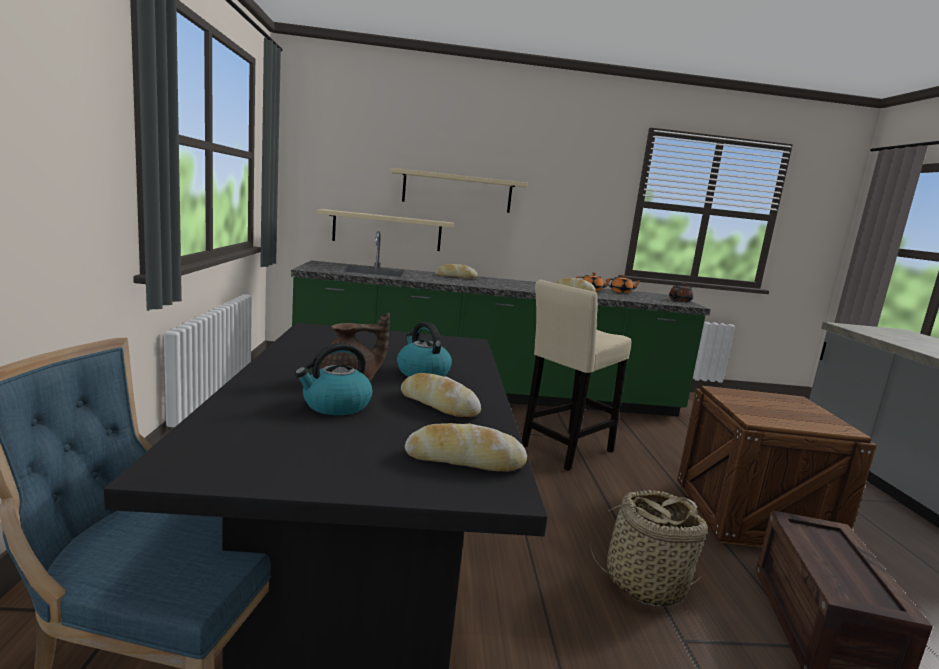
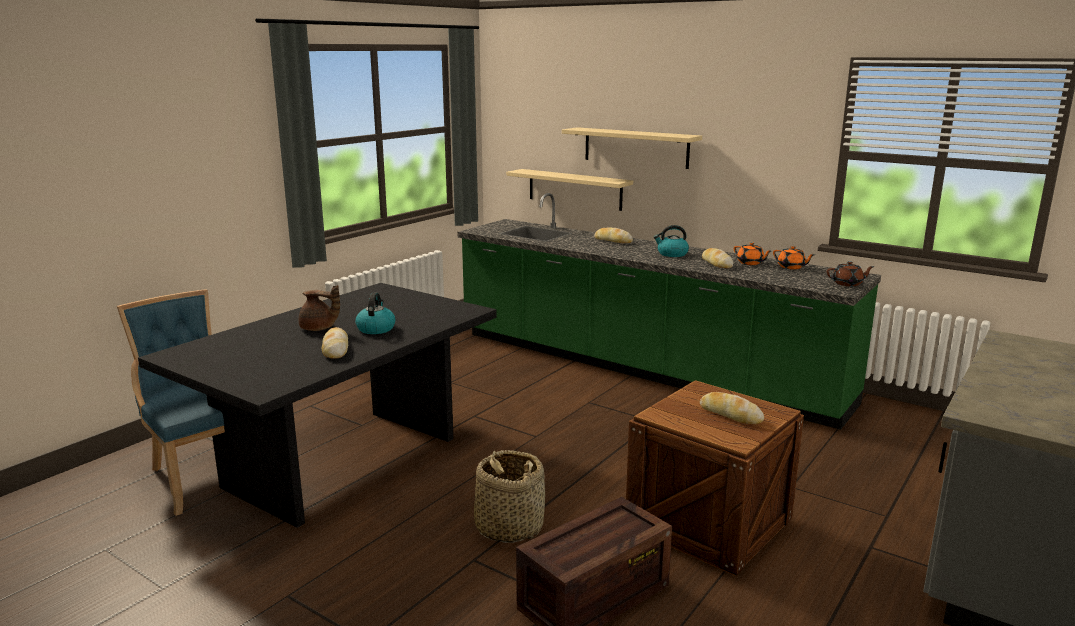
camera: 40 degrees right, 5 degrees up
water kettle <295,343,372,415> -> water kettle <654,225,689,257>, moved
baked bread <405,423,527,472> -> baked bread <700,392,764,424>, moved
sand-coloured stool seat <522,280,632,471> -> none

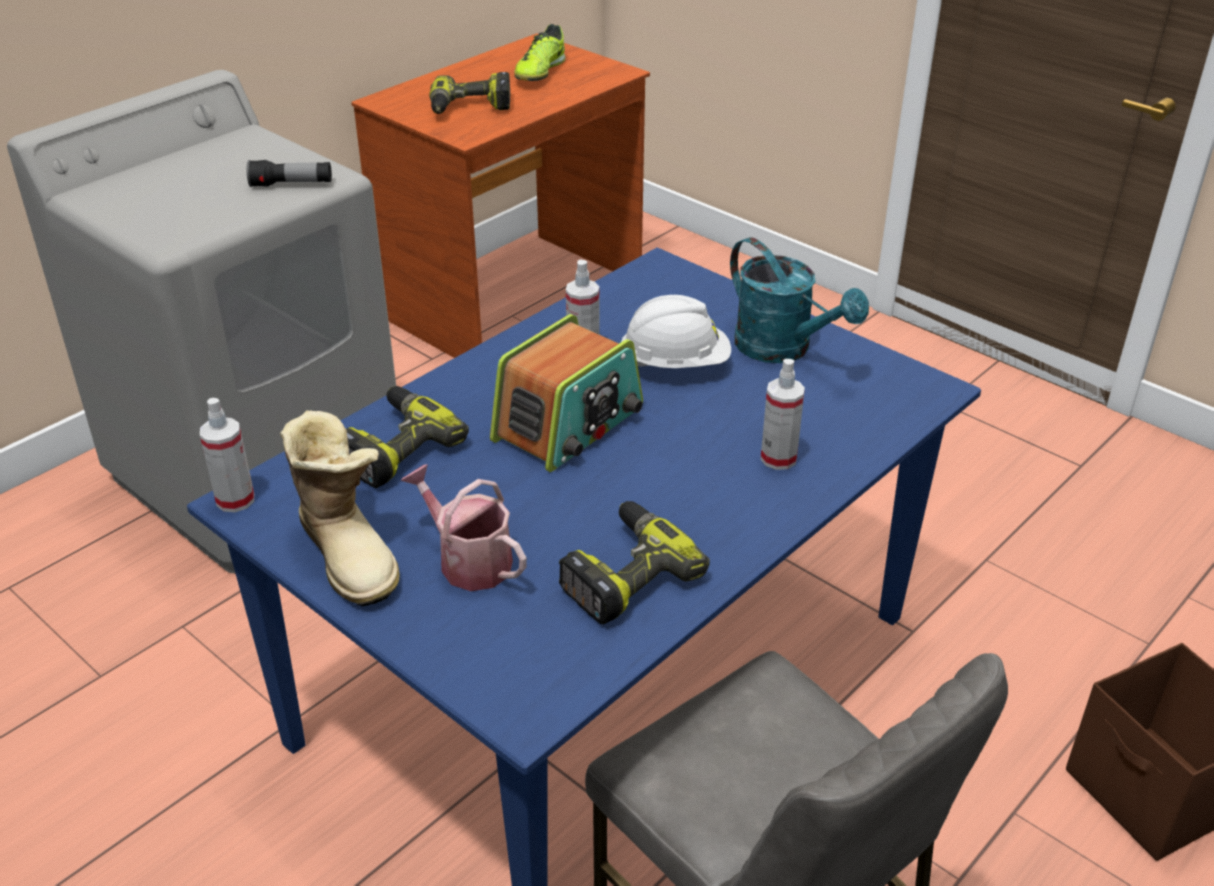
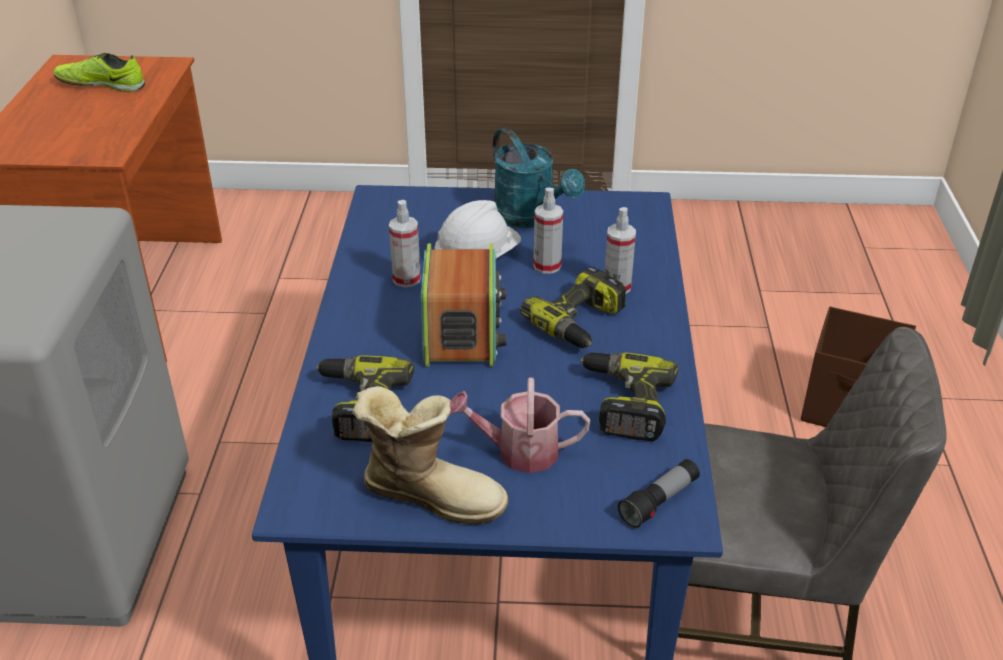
camera: 40 degrees left, 0 degrees up
spray bottle <200,398,254,512> -> spray bottle <533,188,563,274>, moved
hand torch <246,160,332,187> -> hand torch <618,459,700,528>, moved
drill <429,72,510,114> -> drill <520,267,626,348>, moved
item of footwear <514,24,566,81> -> item of footwear <53,53,145,92>, 120 degrees clockwise
turquoise-coloured watering can <730,237,869,363> -> turquoise-coloured watering can <493,128,585,228>, 45 degrees clockwise

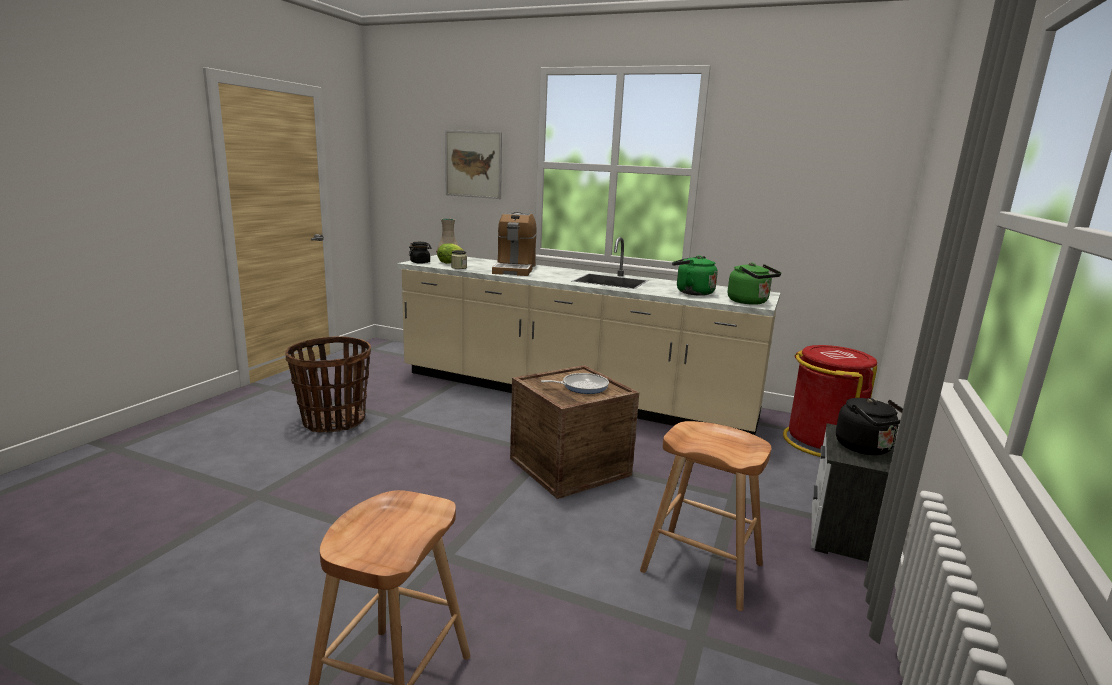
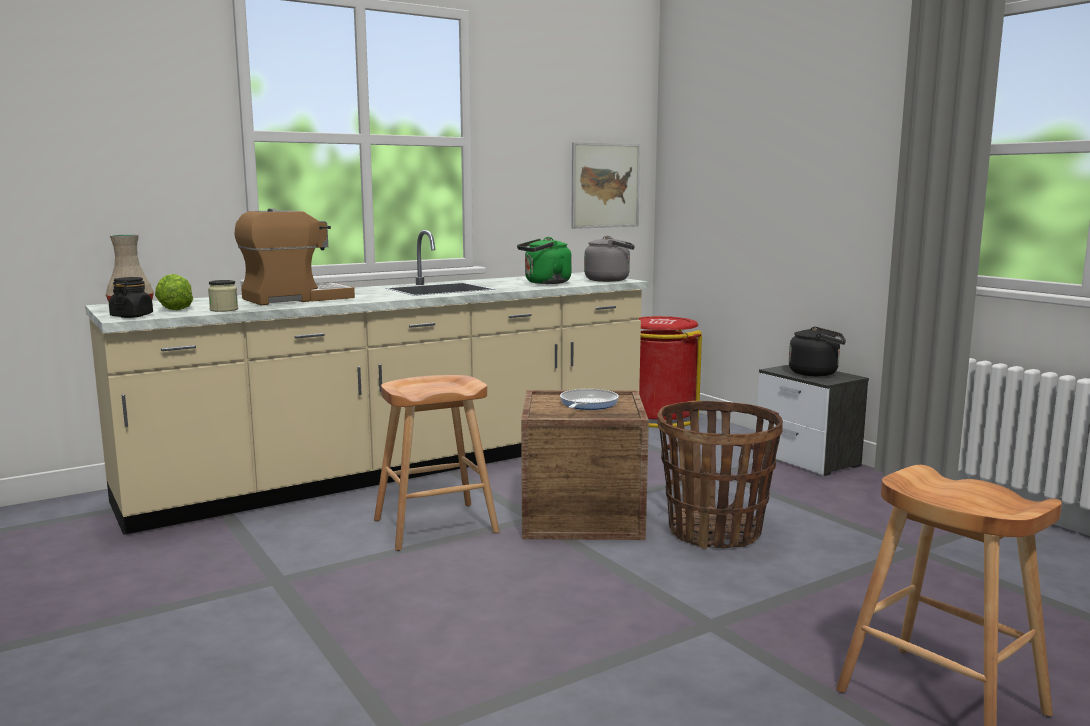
camera: 55 degrees left, 5 degrees down
household basket <285,336,371,433> -> household basket <658,401,783,549>, moved
picture <445,130,502,199> -> picture <572,142,640,229>, moved
coffee brewer <492,212,537,276> -> coffee brewer <234,209,355,305>, 75 degrees counterclockwise
brown-coloured stool seat <640,421,771,611> -> brown-coloured stool seat <374,375,499,551>, moved
greenish water kettle <728,262,781,305> -> gray water kettle <584,236,635,282>

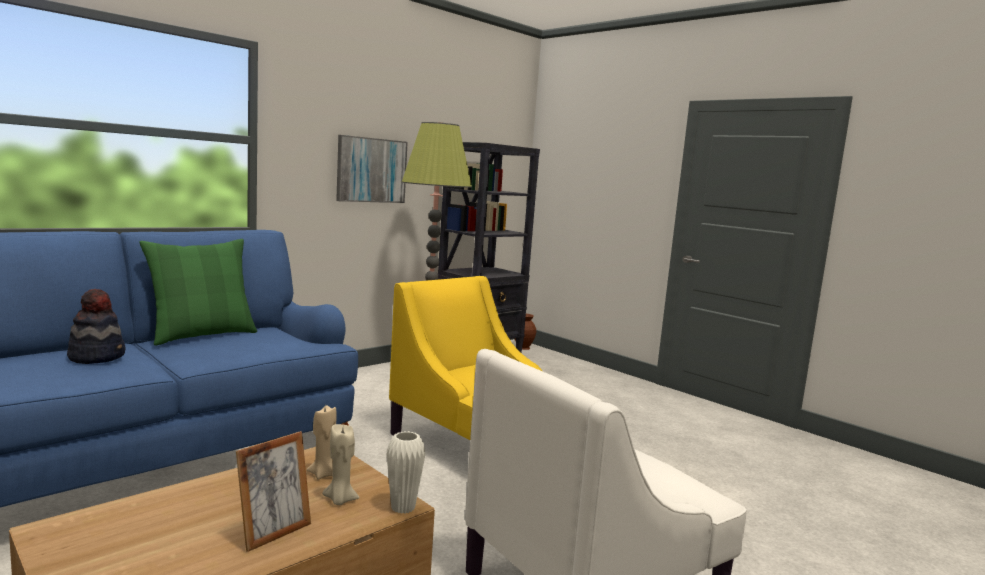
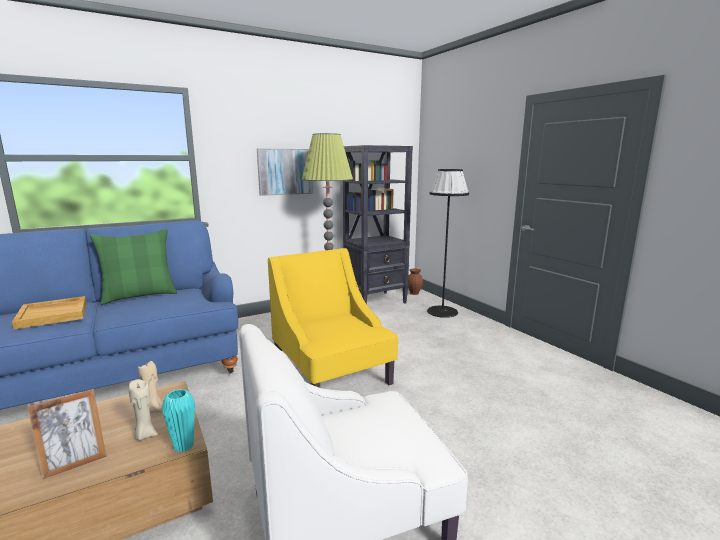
camera: 15 degrees right, 5 degrees up
wearable hat <67,289,125,364> -> sand-coloured tray <12,296,87,329>
white-coloured flower vase <387,431,425,514> -> turquoise-coloured flower vase <162,389,195,452>
none -> blackish standard lamp <427,169,469,318>

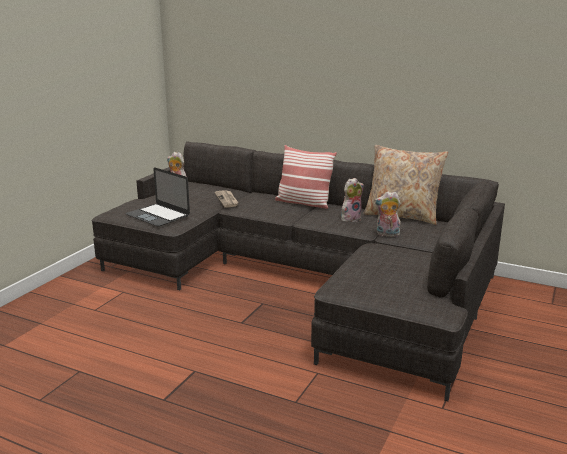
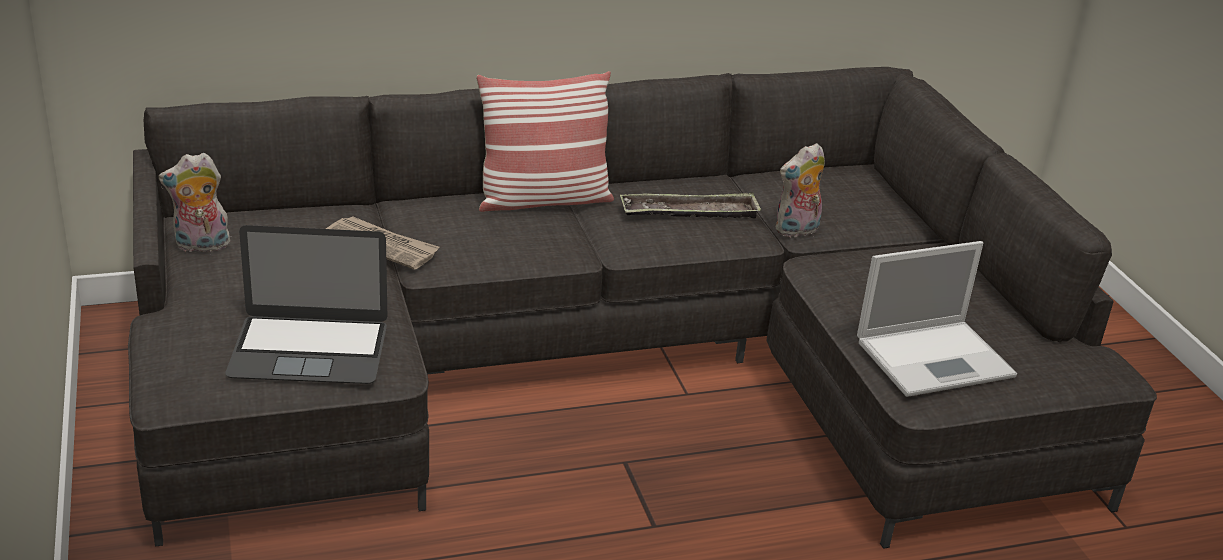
camera: 45 degrees left, 10 degrees up
soft toy <341,178,364,222> -> tray <620,193,761,219>
sand-coloured pillow <363,145,448,225> -> none
none -> portable computer <857,241,1017,397>

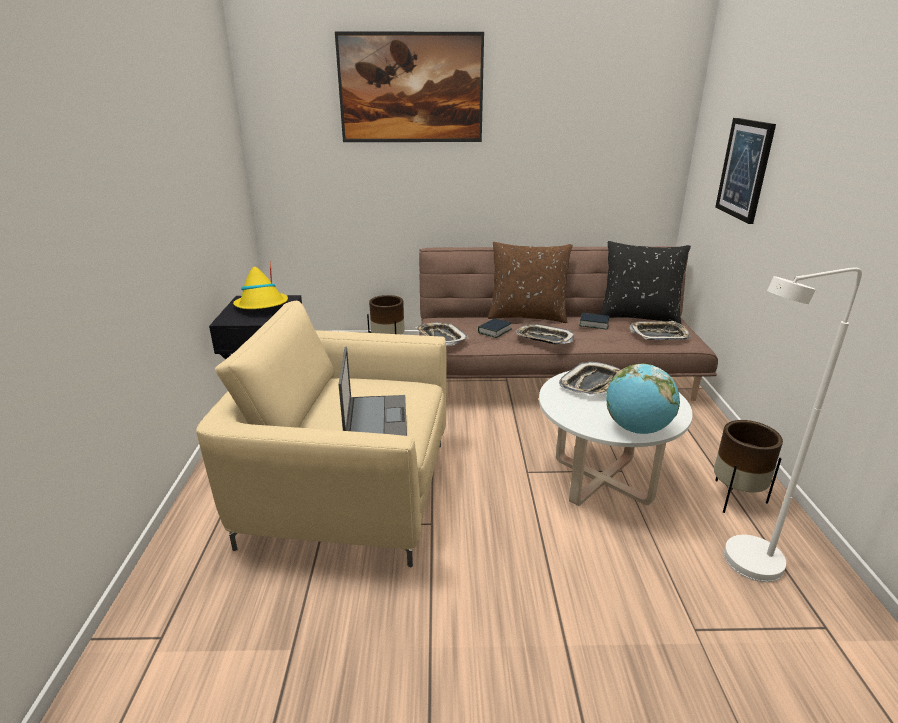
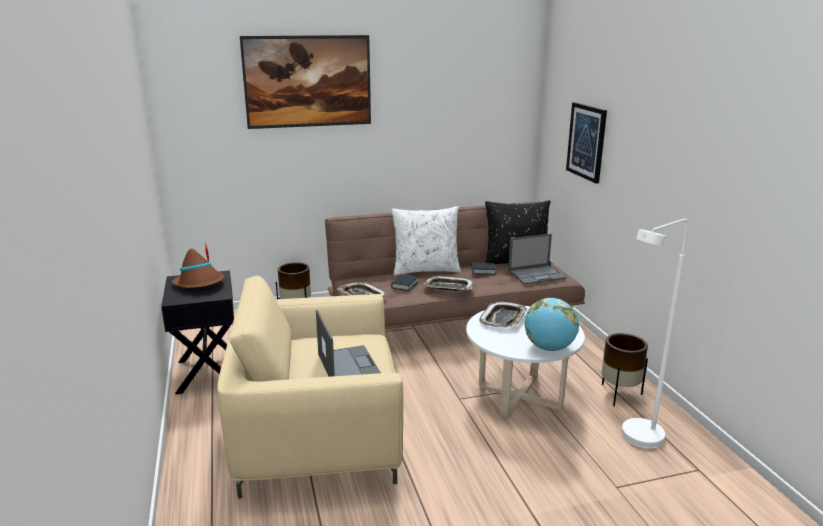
camera: 15 degrees left, 5 degrees down
yellow-coloured wearable hat <233,261,288,309> -> brown-coloured wearable hat <172,242,224,288>
brown-coloured pillow <488,242,573,323> -> white-coloured pillow <391,206,461,275>
tray <629,321,691,340> -> portable computer <508,234,566,285>

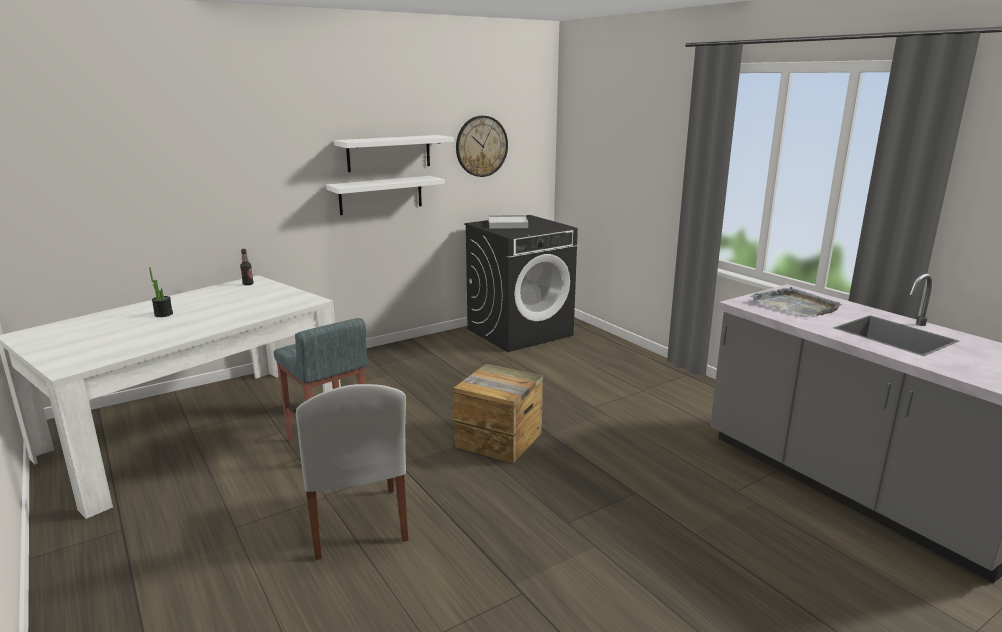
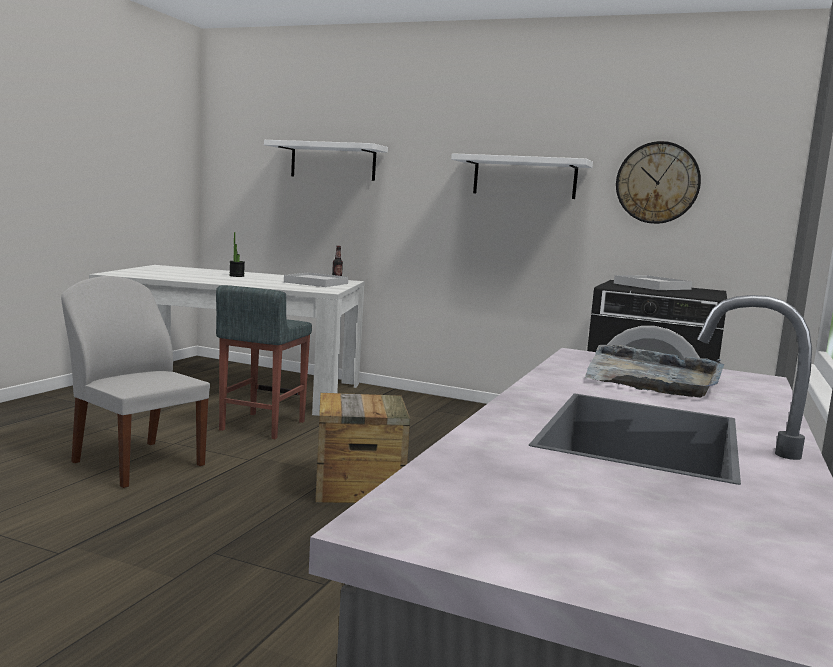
camera: 55 degrees right, 10 degrees down
white-coloured chair <296,384,408,560> -> white-coloured chair <61,276,210,488>, 90 degrees clockwise
white-coloured shelf <326,176,445,215> -> white-coloured shelf <264,140,388,181>, moved
none -> white-coloured tray <284,272,348,287>

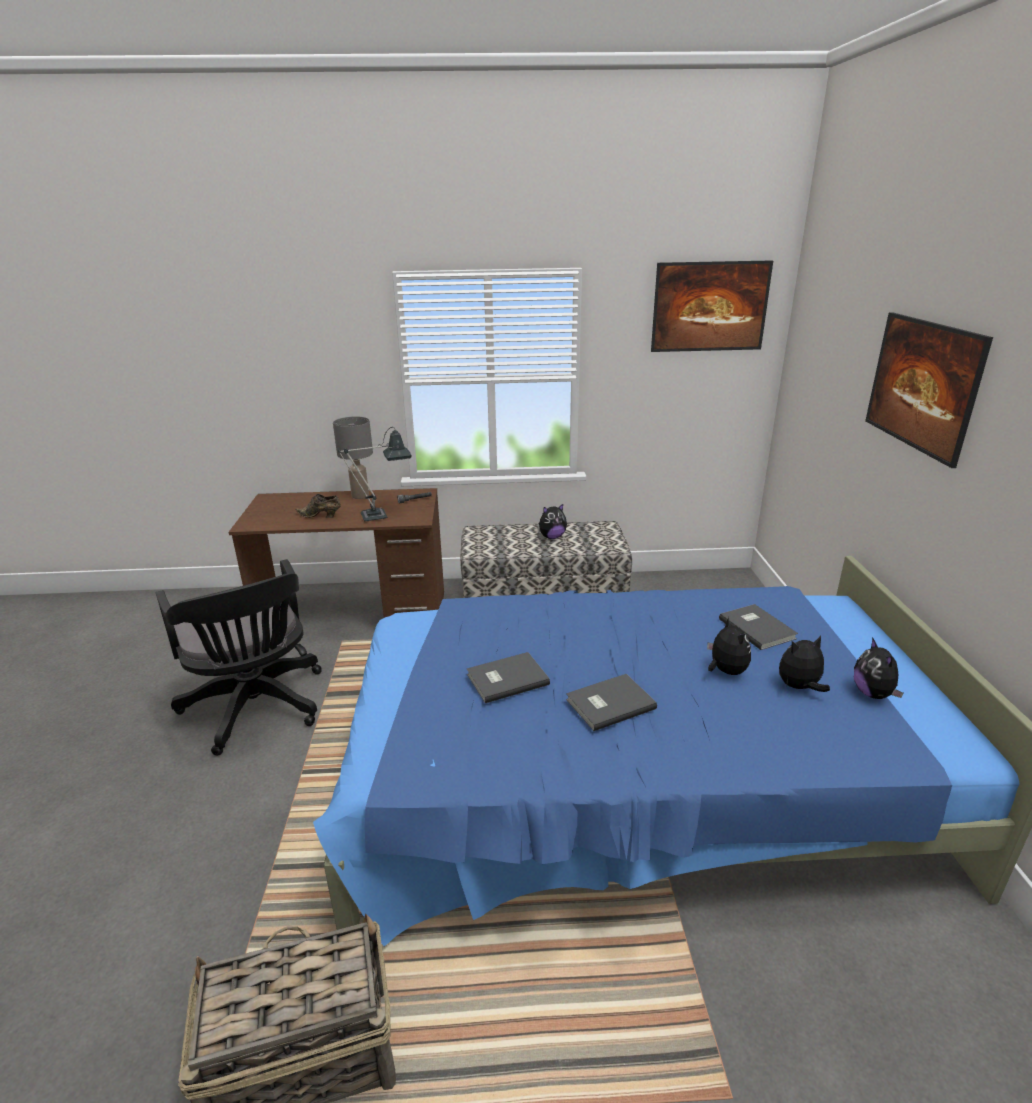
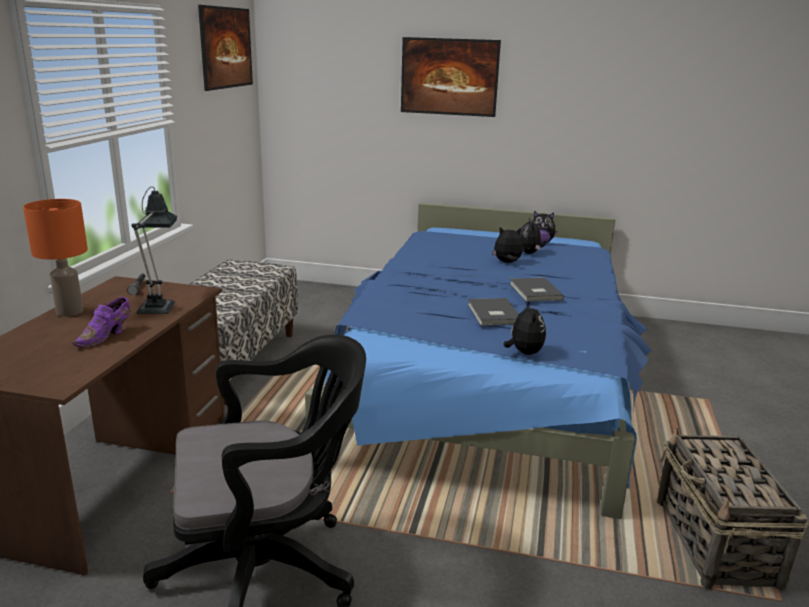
camera: 75 degrees left, 5 degrees down
brown-coloured item of footwear <295,494,341,518> -> purple-coloured item of footwear <72,297,131,347>
gray tabletop lamp <333,417,373,499> -> orange-coloured tabletop lamp <23,199,88,317>
soft toy <539,504,567,539> -> soft toy <504,301,546,355>, moved
gray book <719,604,798,650> -> none

